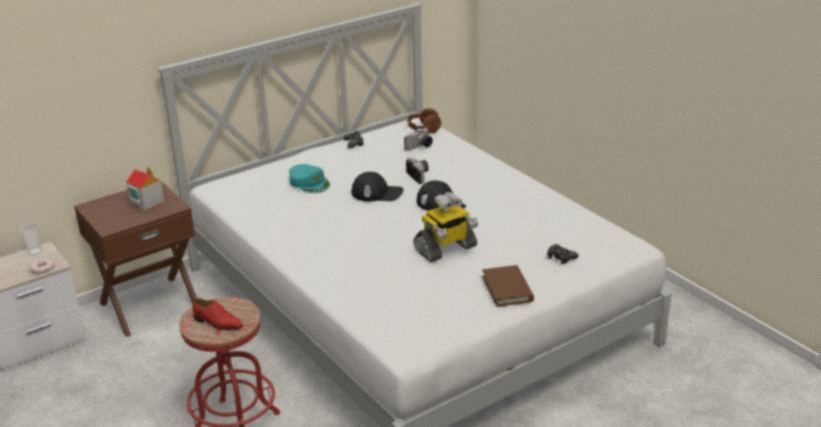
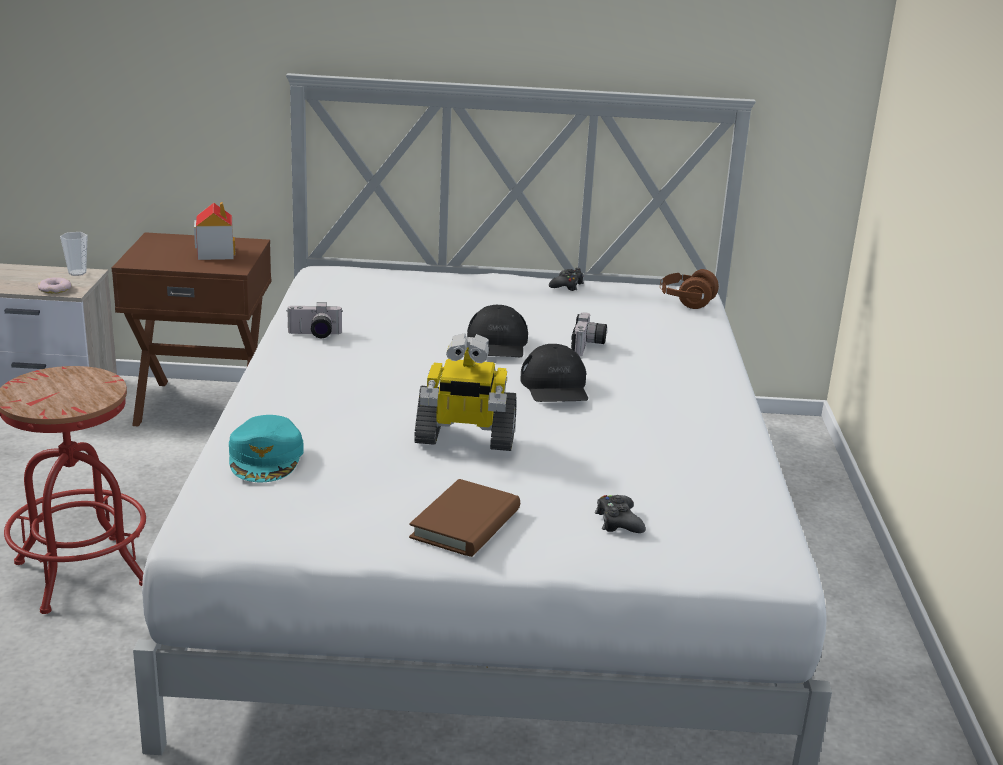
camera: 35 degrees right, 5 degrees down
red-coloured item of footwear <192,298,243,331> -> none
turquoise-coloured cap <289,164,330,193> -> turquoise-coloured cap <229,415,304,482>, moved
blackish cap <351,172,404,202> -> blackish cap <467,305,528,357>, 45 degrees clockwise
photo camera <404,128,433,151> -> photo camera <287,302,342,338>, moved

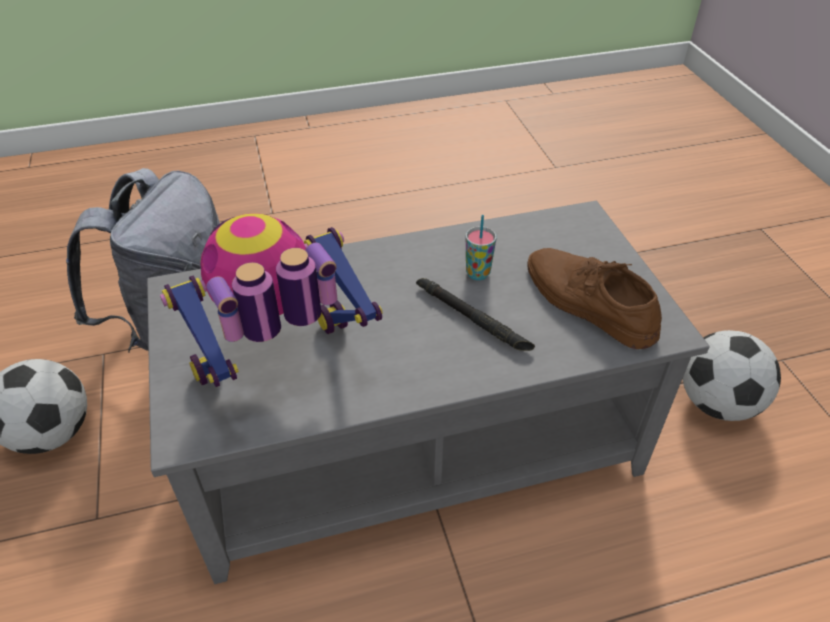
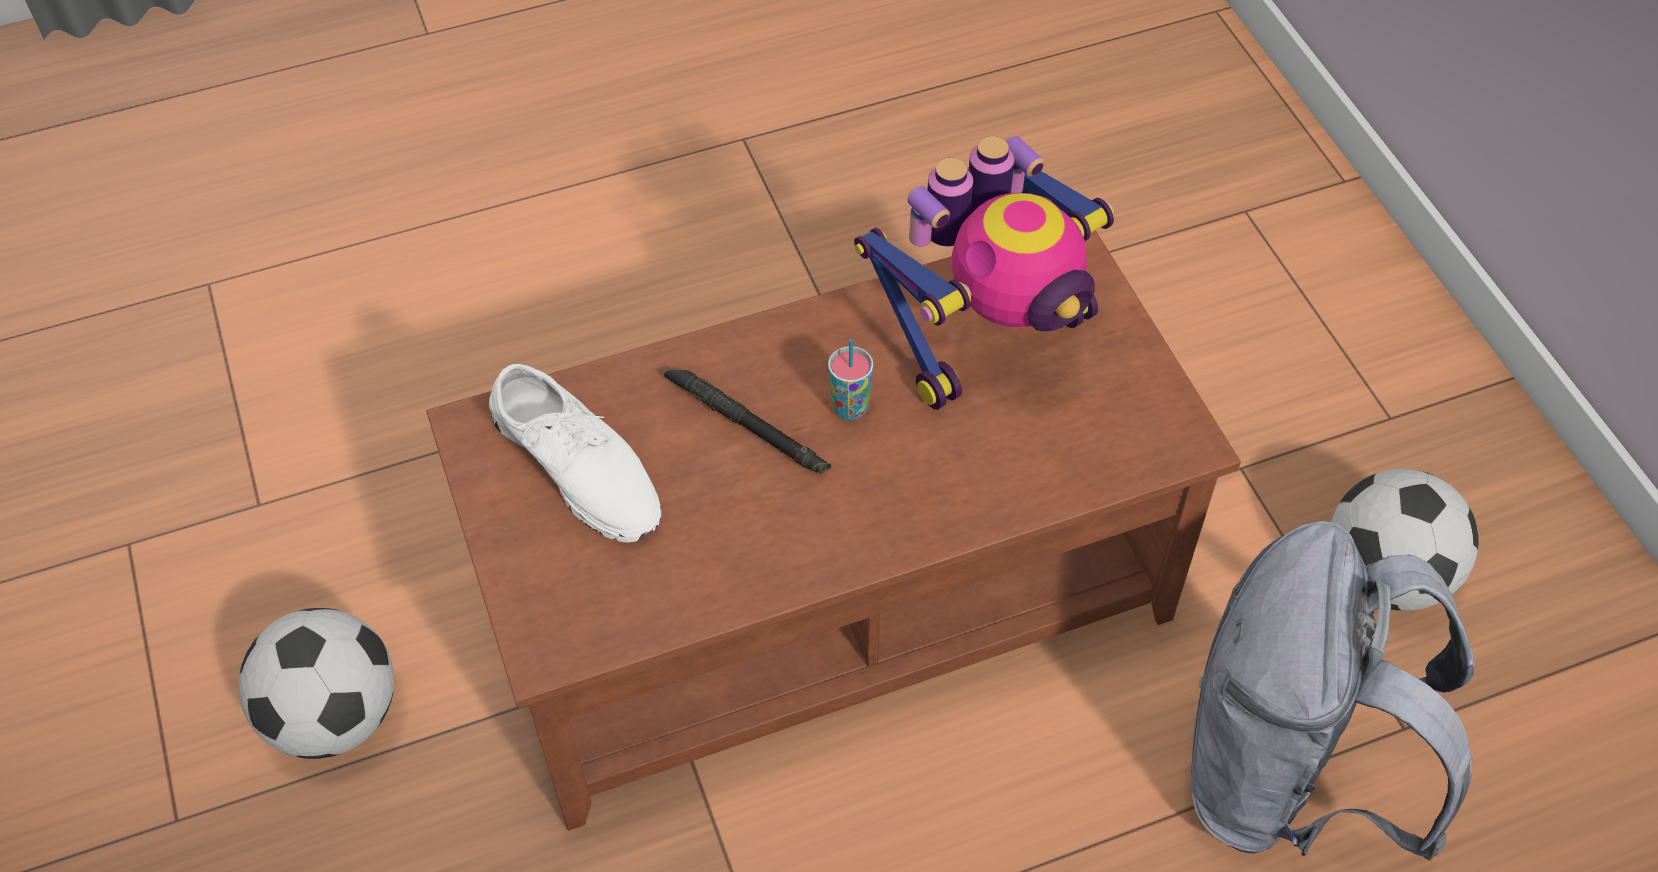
camera: 175 degrees right, 10 degrees up
gray low table <147,201,710,584> -> brown-coloured low table <426,231,1241,830>
small cup <466,215,497,280> -> small cup <828,339,873,420>, moved
brown-coloured item of footwear <527,248,662,349> -> white-coloured item of footwear <489,364,661,543>

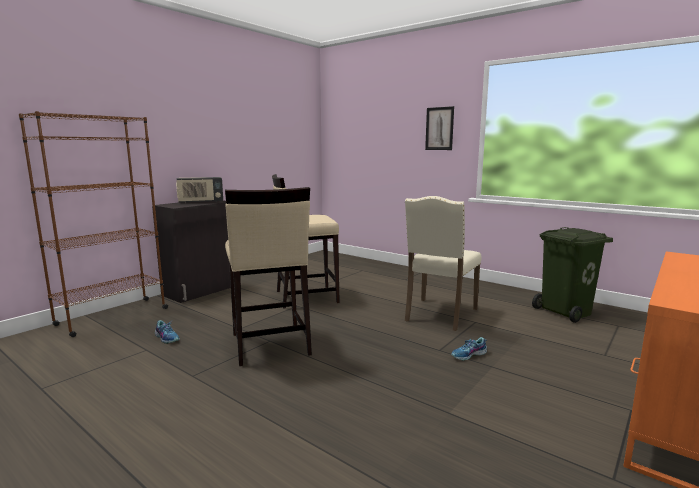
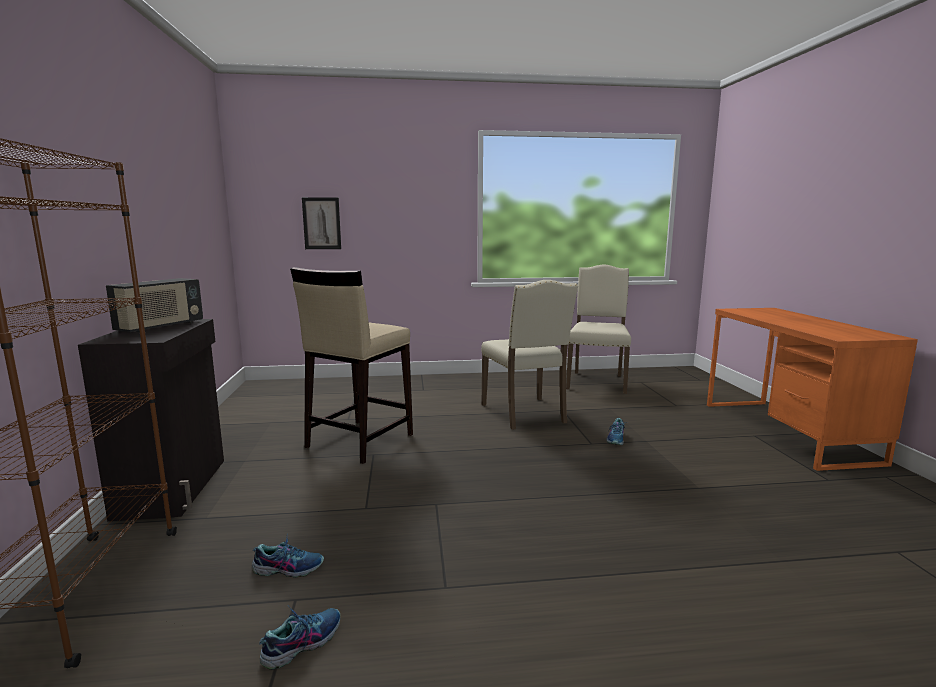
camera: 45 degrees left, 0 degrees up
sand-coloured stool seat <225,187,312,366> -> none
picture <425,106,454,150> -> picture <302,197,341,249>, moved
greenish trash can <532,227,613,323> -> sand-coloured chair <566,265,631,394>
none -> item of footwear <259,605,340,670>

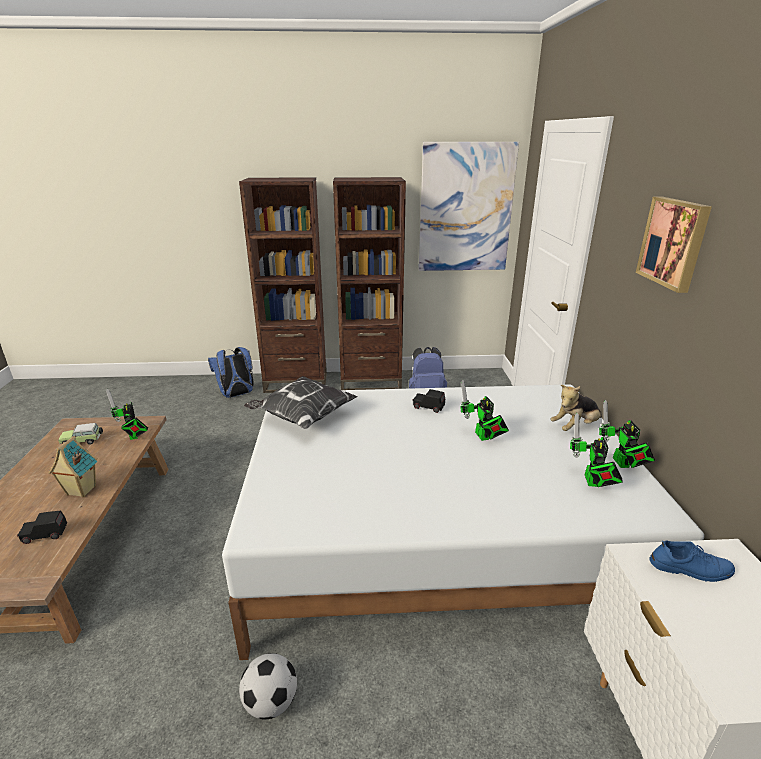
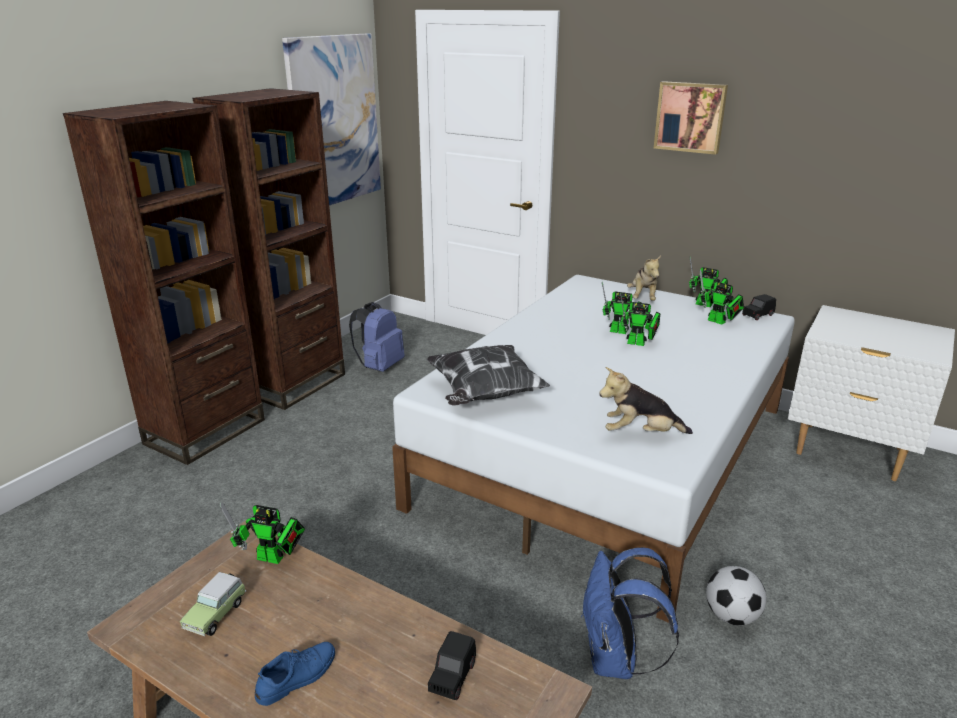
camera: 55 degrees left, 0 degrees up
model house <49,436,98,498> -> none
blue rucksack <208,347,254,398> -> blue rucksack <581,547,679,679>, moved
blackish toy car <413,389,445,413> -> blackish toy car <742,294,776,320>, moved
blue item of footwear <649,540,735,582> -> blue item of footwear <255,642,335,706>, moved
none -> soft toy <599,367,693,434>
none -> model robot <620,292,660,346>

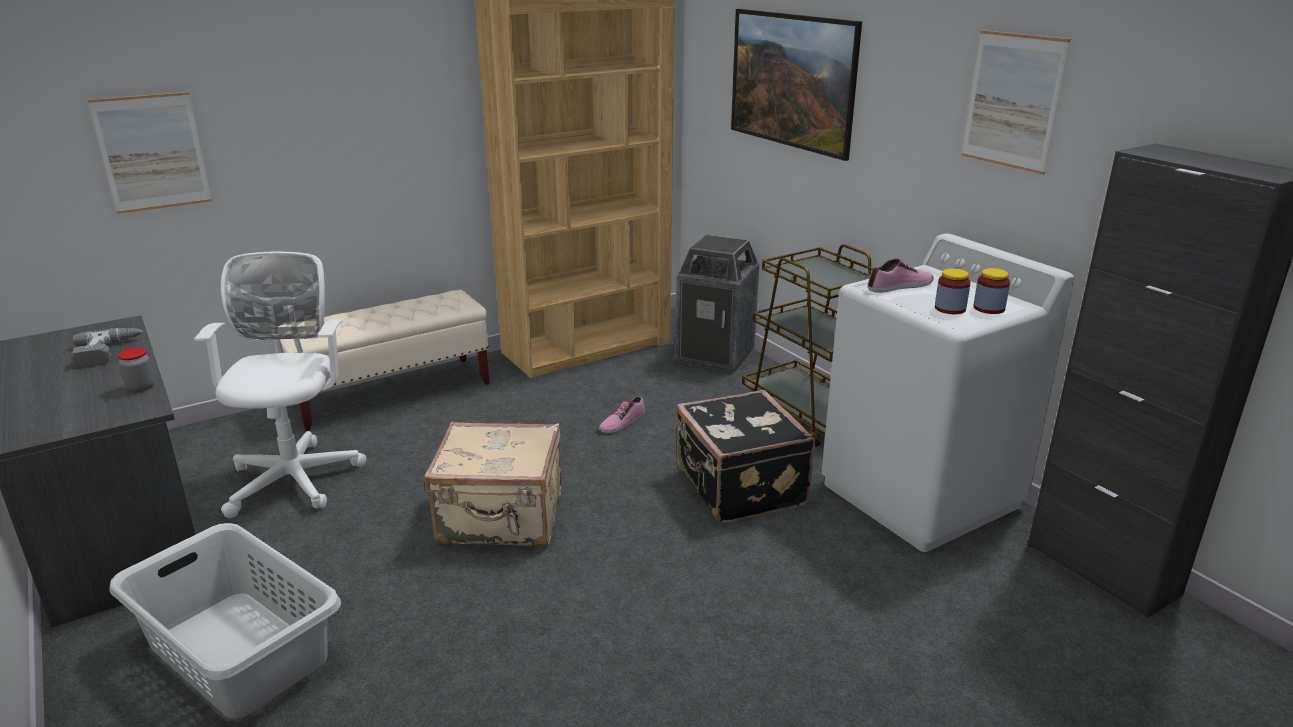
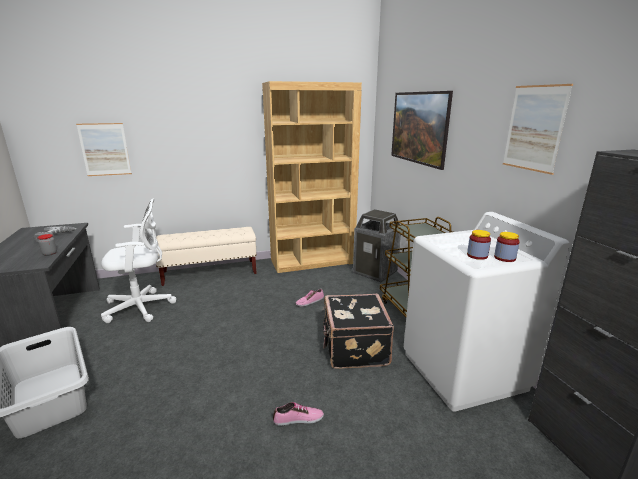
camera: 15 degrees right, 5 degrees down
white-coloured computer chair <194,252,366,518> -> white-coloured computer chair <101,198,176,323>, 60 degrees clockwise
sand-coloured travel case <424,422,562,547> -> none
item of footwear <868,258,934,293> -> item of footwear <273,402,324,426>, moved

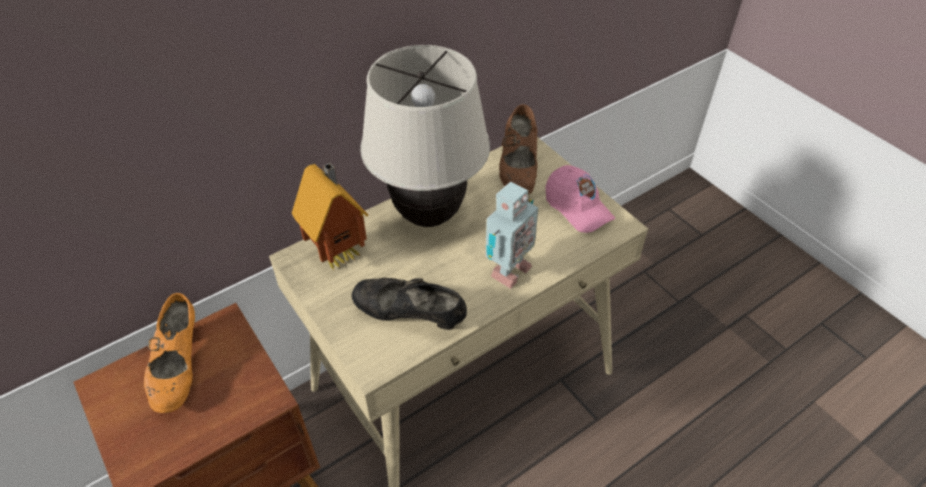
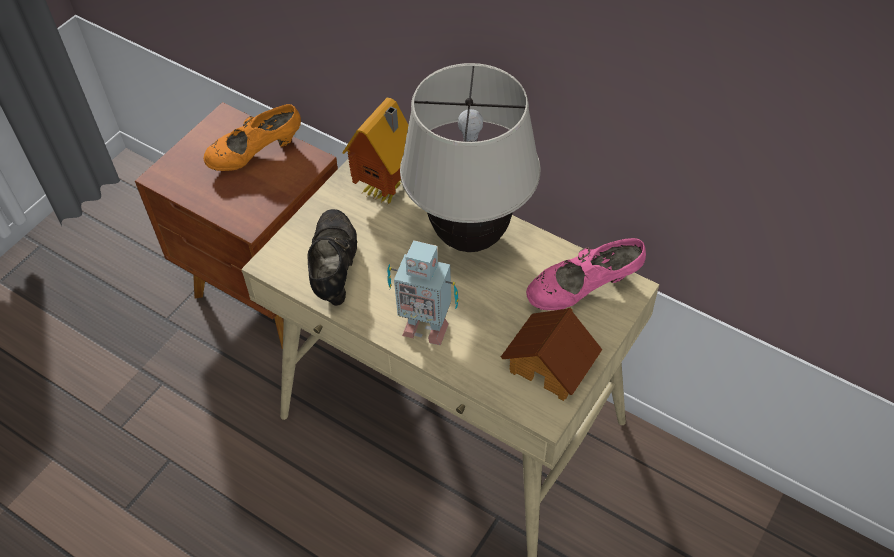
camera: 70 degrees right, 5 degrees up
brown-coloured item of footwear <499,104,538,194> -> pink item of footwear <526,238,646,310>
pink cap <545,165,615,233> -> model house <501,308,602,401>

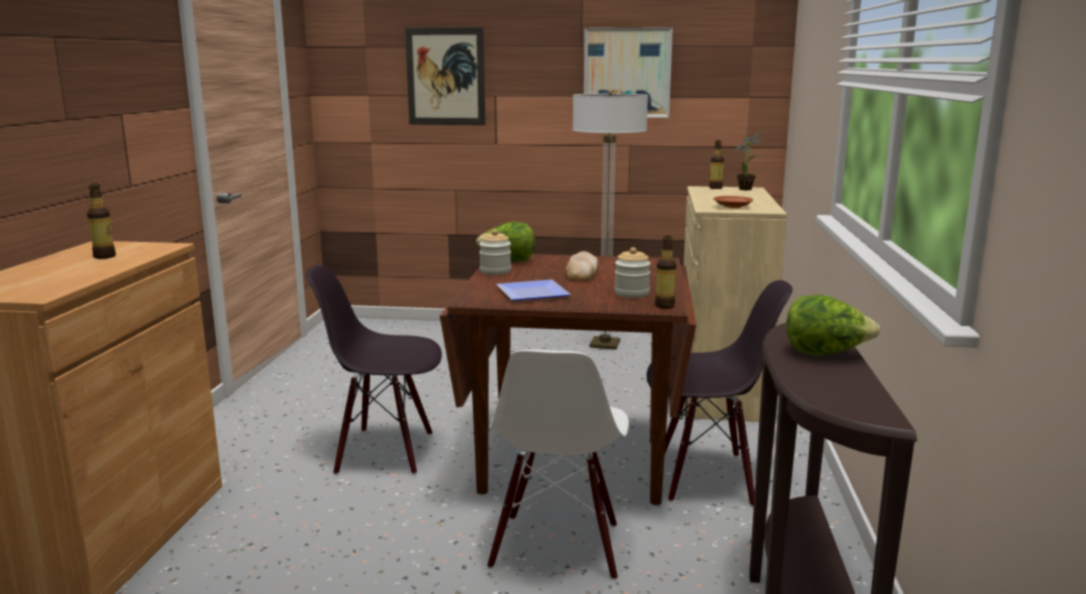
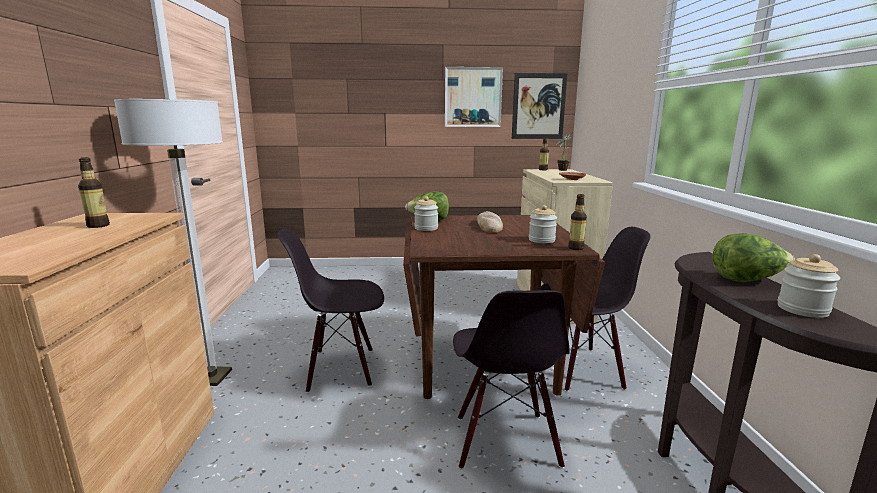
camera: 10 degrees left, 0 degrees up
picture <405,27,485,125> -> picture <512,73,568,139>, moved
white-coloured chair <487,349,629,580> -> blackish chair <453,290,570,469>
dinner plate <497,280,571,300> -> none
standard lamp <572,93,648,349> -> standard lamp <114,99,232,386>, moved
none -> storage jar <777,254,840,318>

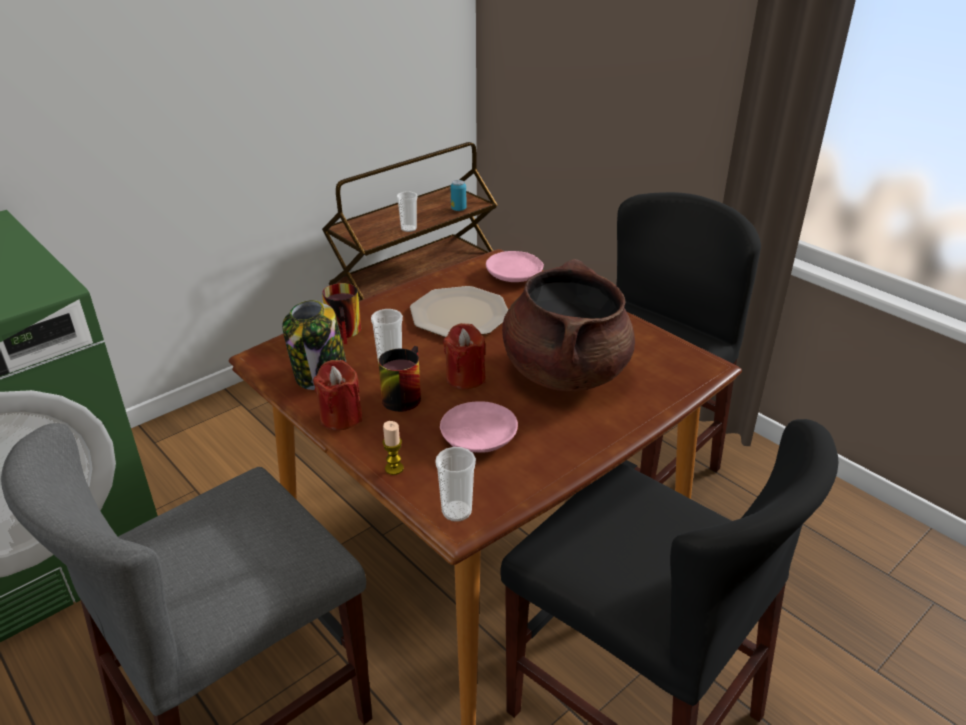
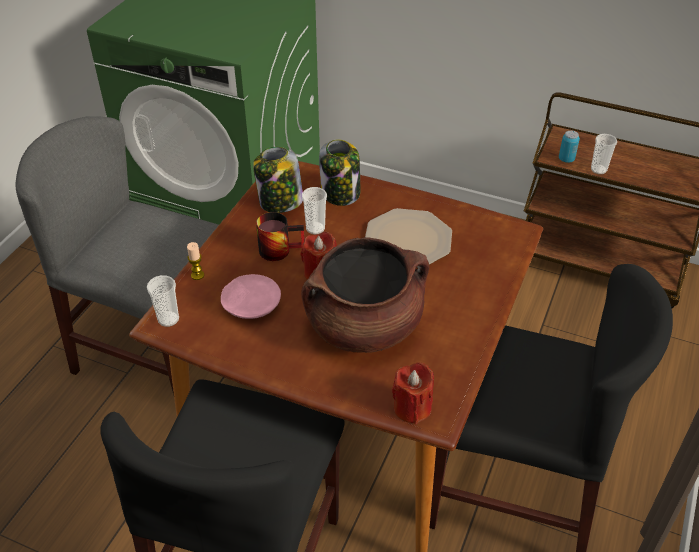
camera: 65 degrees right, 10 degrees up
red-coloured wax candle <313,360,362,431> -> red-coloured wax candle <392,362,434,424>, moved
coffee mug <322,283,361,344> -> storage jar <319,139,360,206>
metal can <451,180,466,211> -> metal can <559,131,580,163>, moved
pink dinner plate <486,251,544,282> -> none

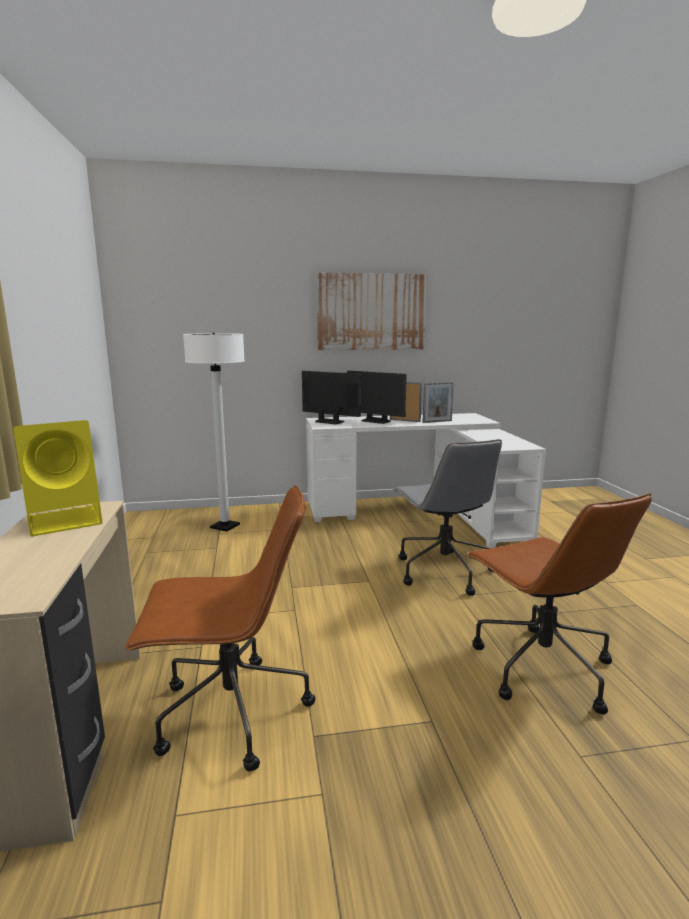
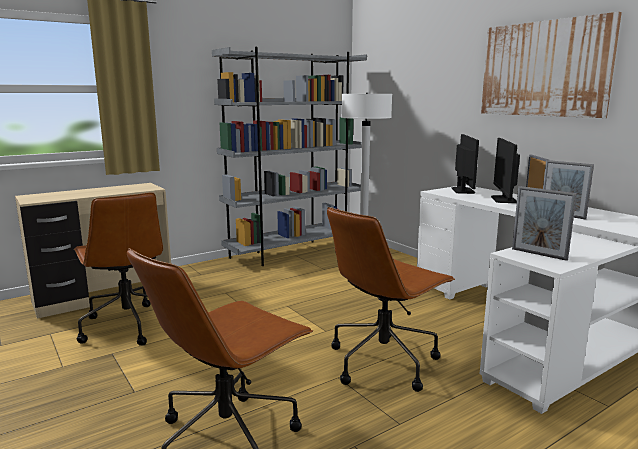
camera: 65 degrees right, 0 degrees up
yellow-coloured speaker <13,420,103,536> -> none
gray computer chair <393,439,502,596> -> brown-coloured computer chair <327,207,455,392>
none -> gray bookshelf <212,47,367,266>
none -> picture frame <512,186,577,261>

